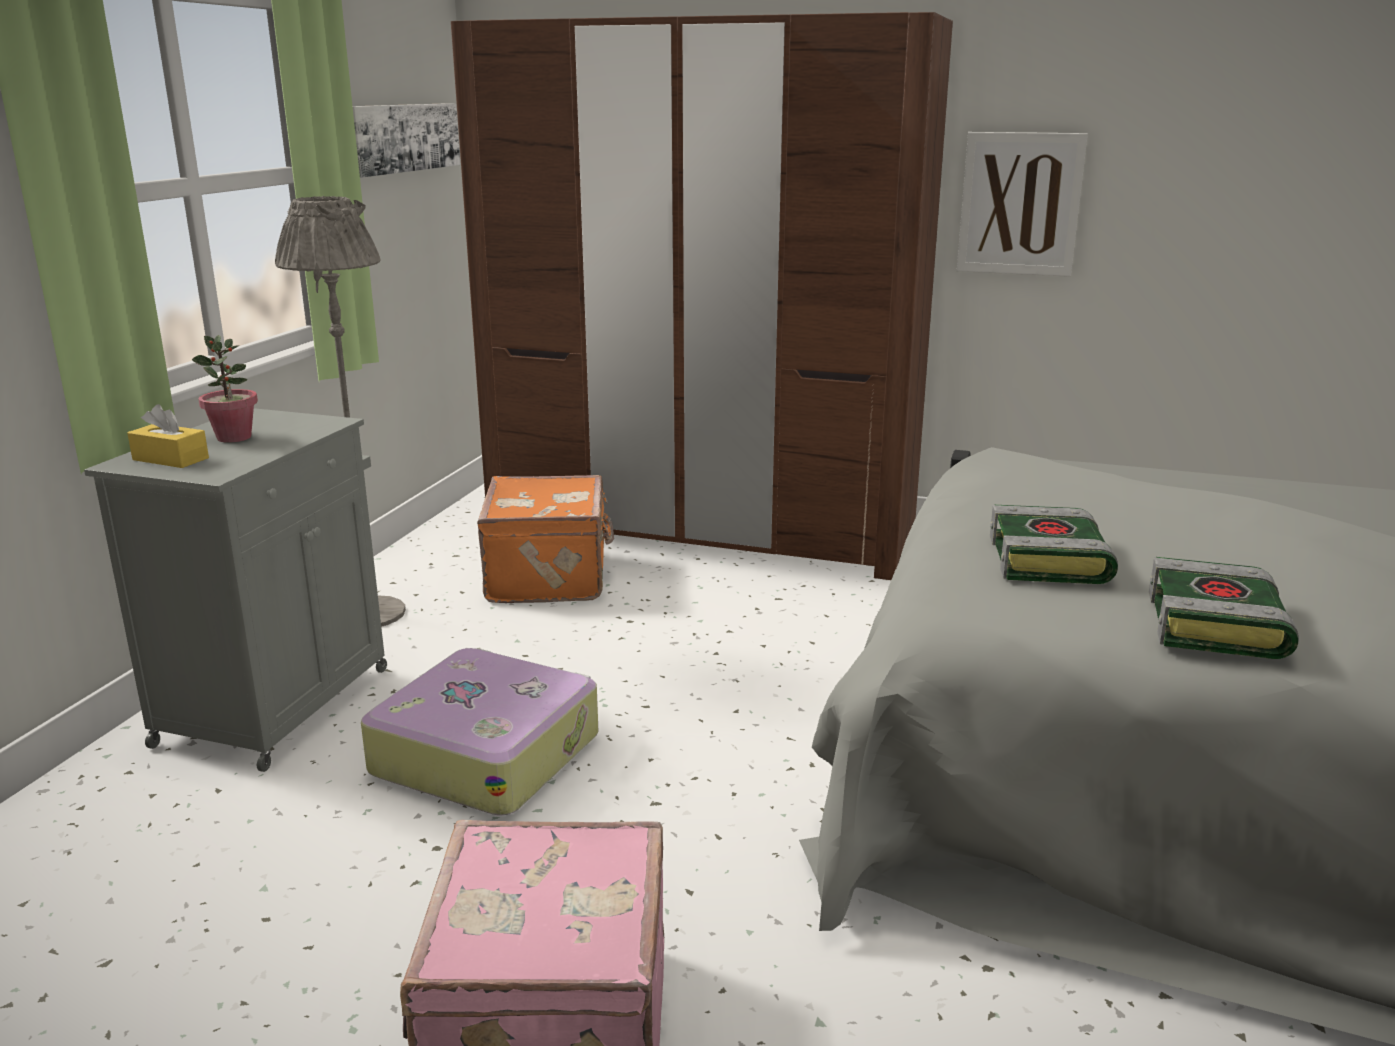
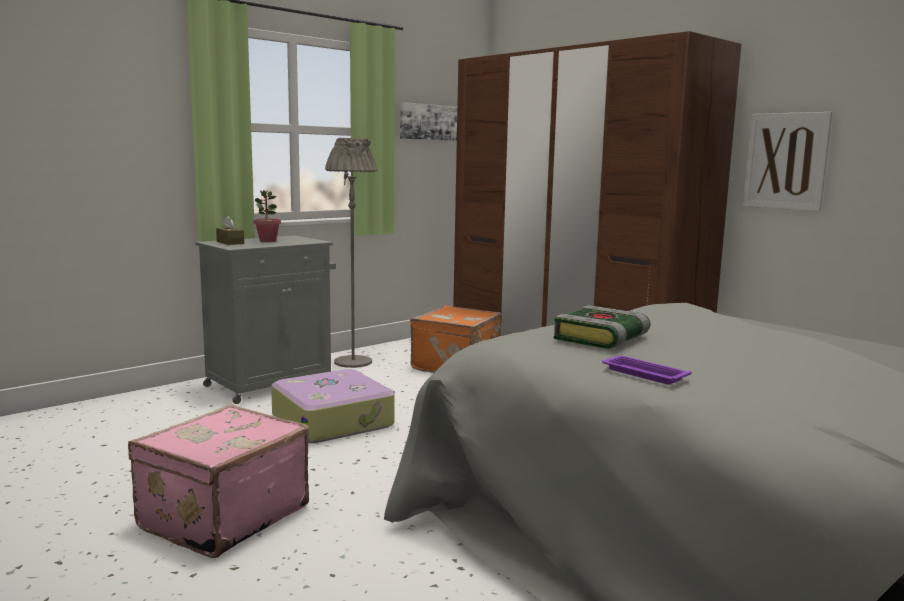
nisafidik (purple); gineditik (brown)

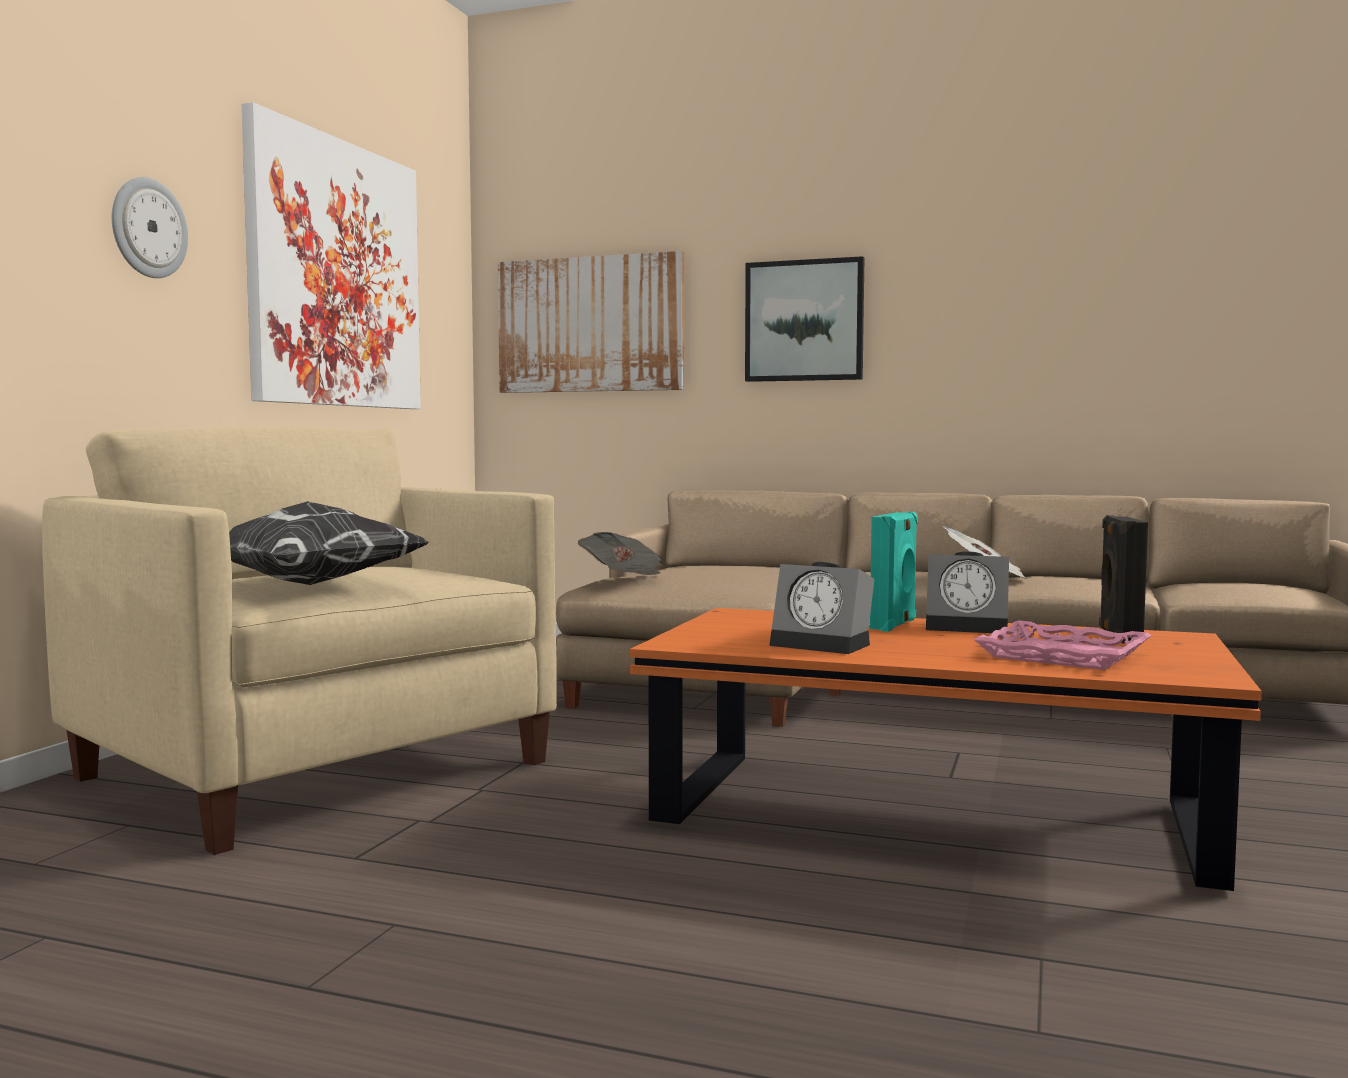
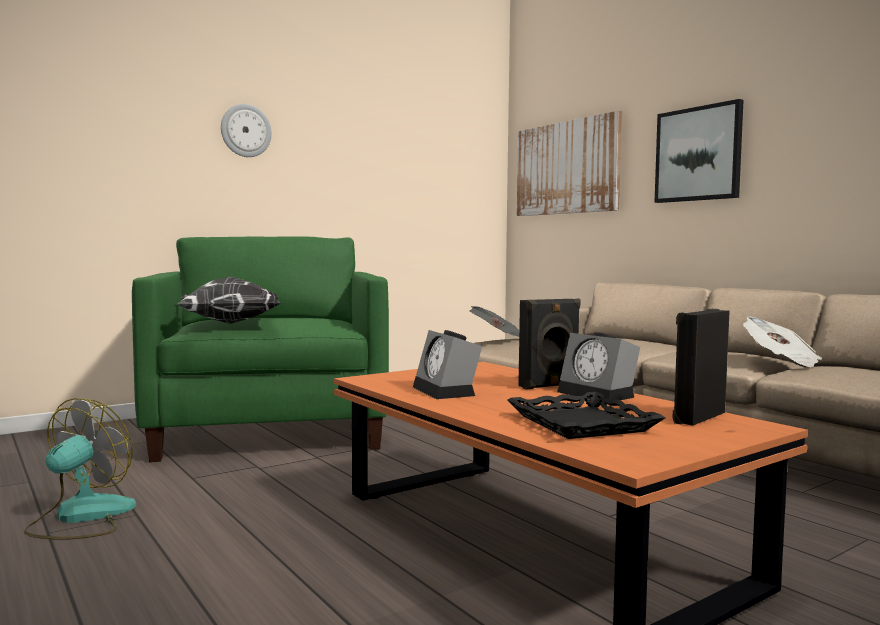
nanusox (1st from left in the first image); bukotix; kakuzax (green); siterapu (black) (1st from left); nisafidik (black)

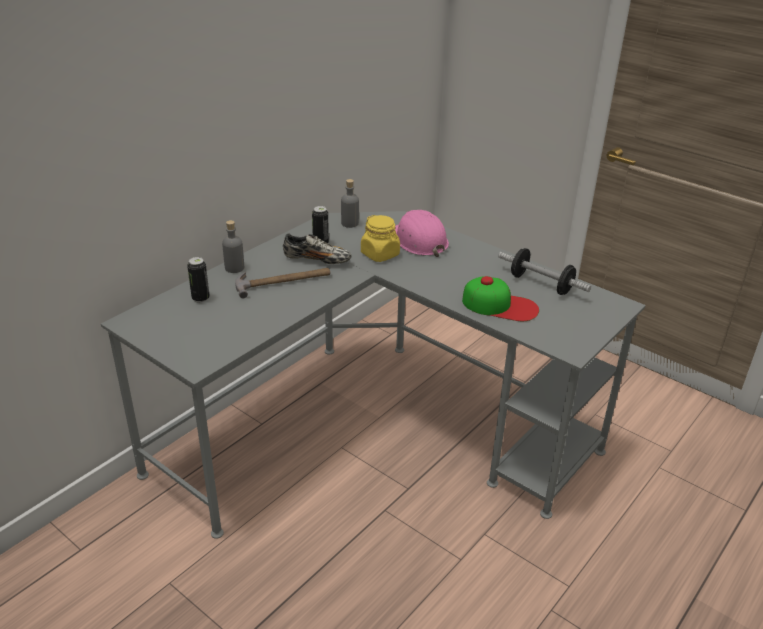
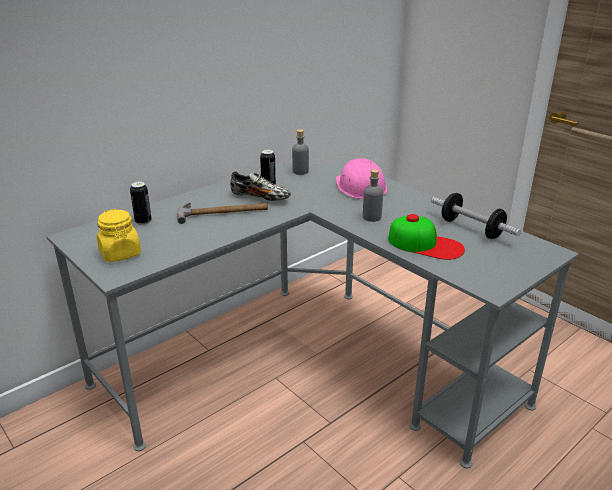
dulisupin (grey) (2nd from left); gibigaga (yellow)

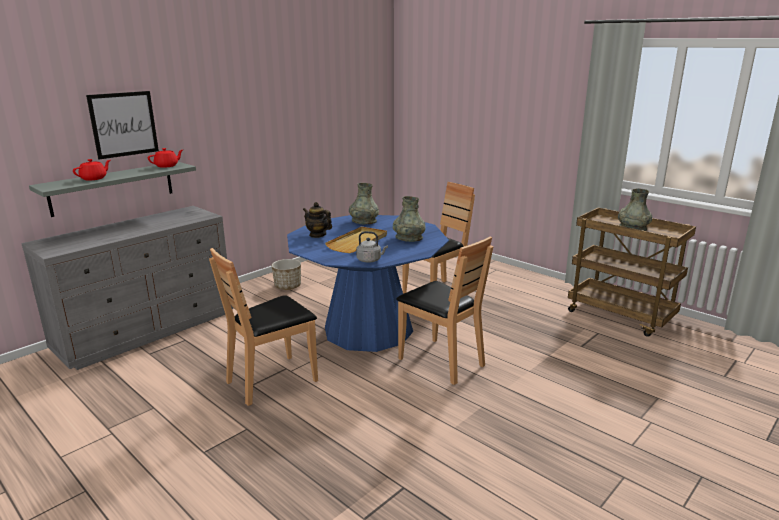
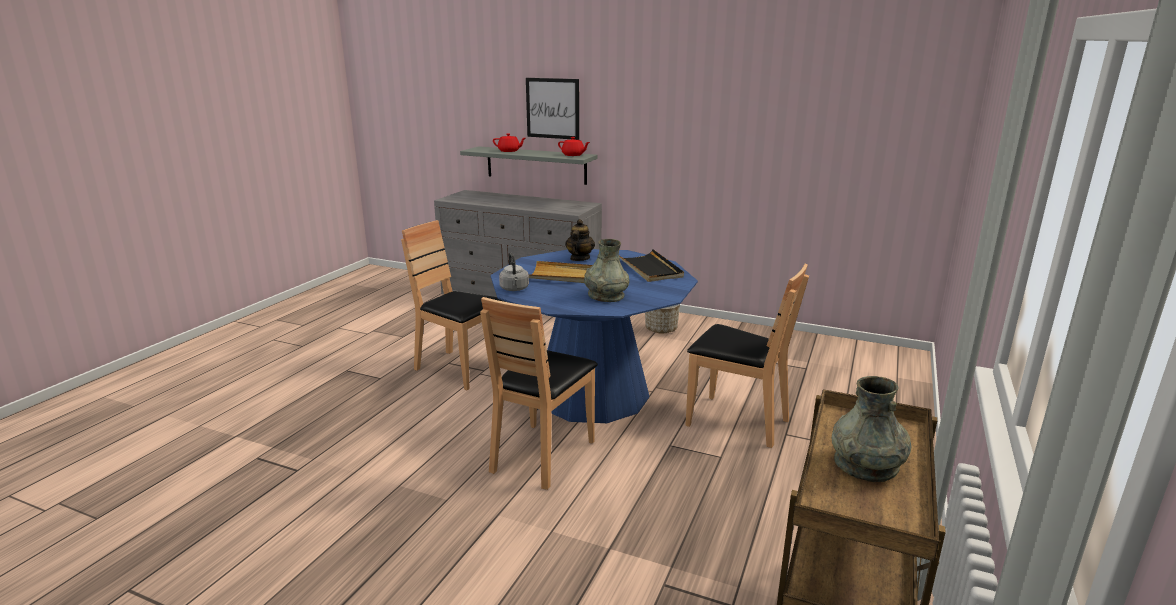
nisafidik (black)

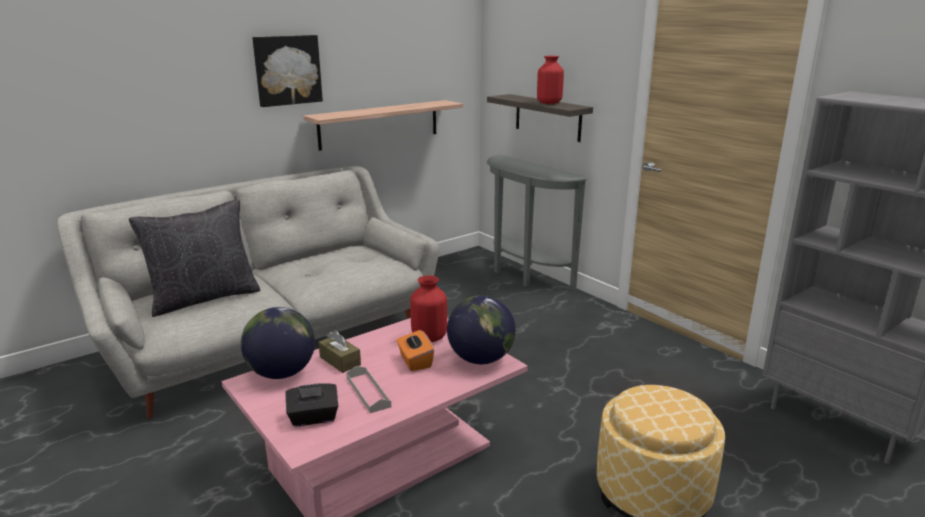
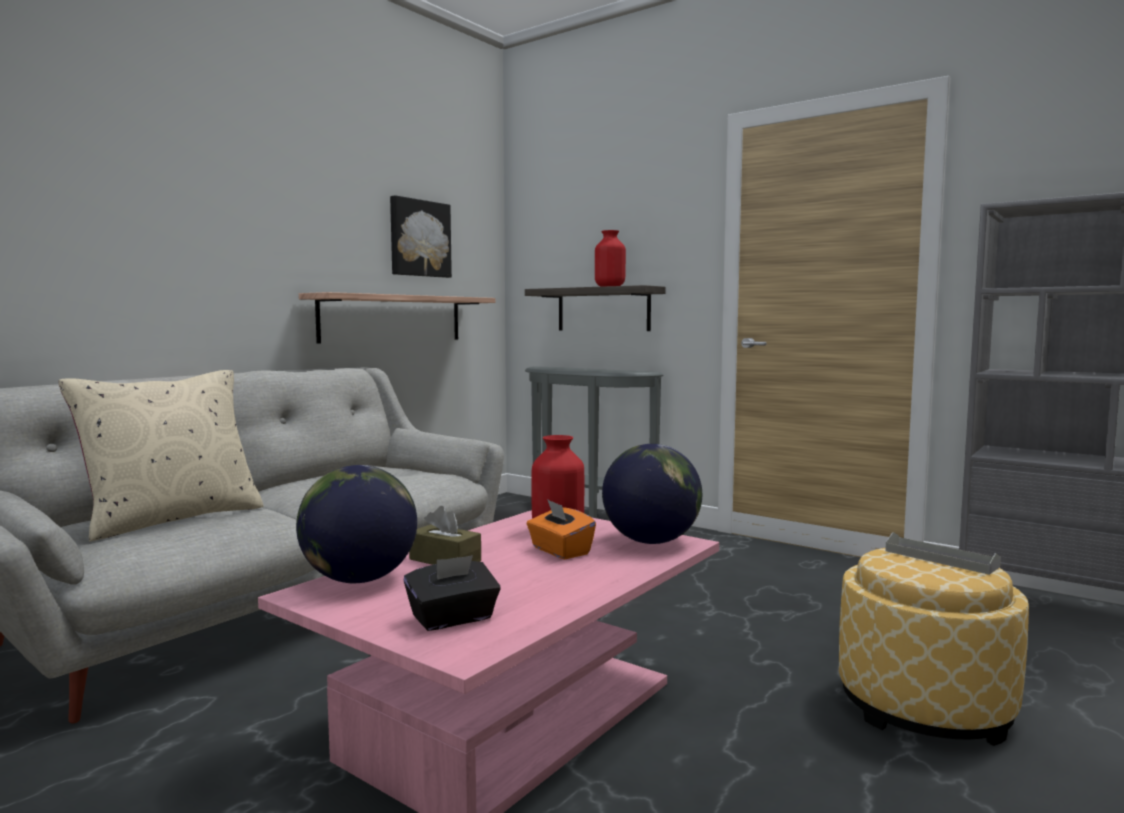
nanusox; nisafidik (grey); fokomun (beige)

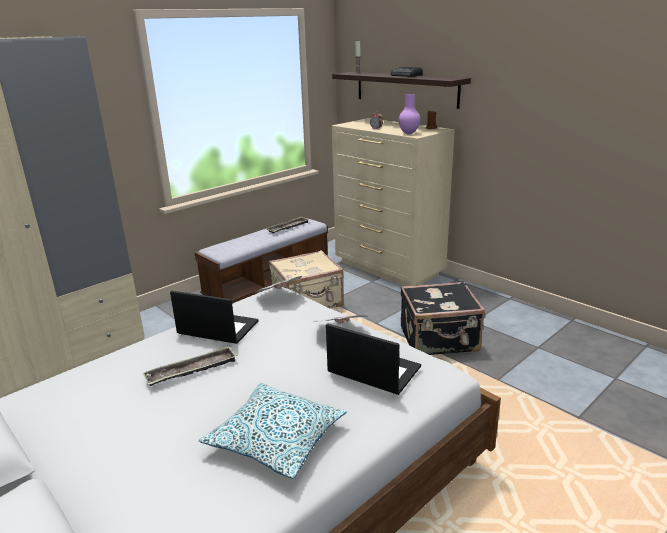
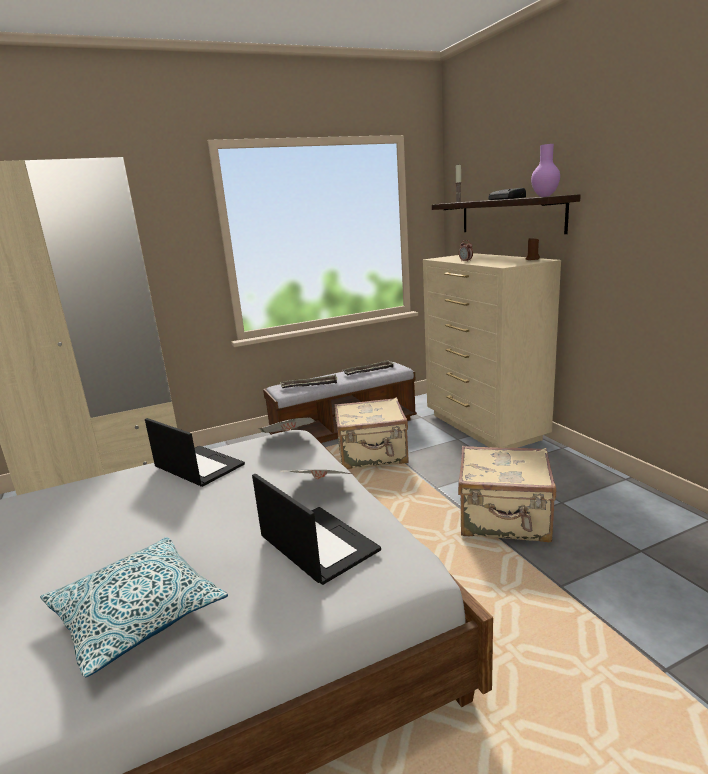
nisafidik (1st from left); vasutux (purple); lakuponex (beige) (2nd from left)

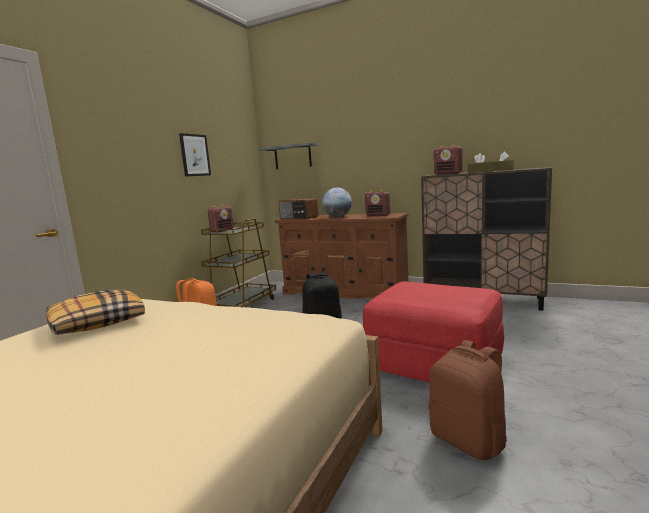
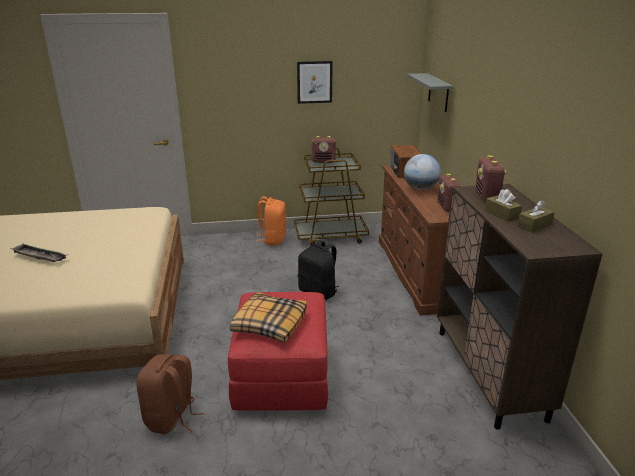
nisafidik; fokomun

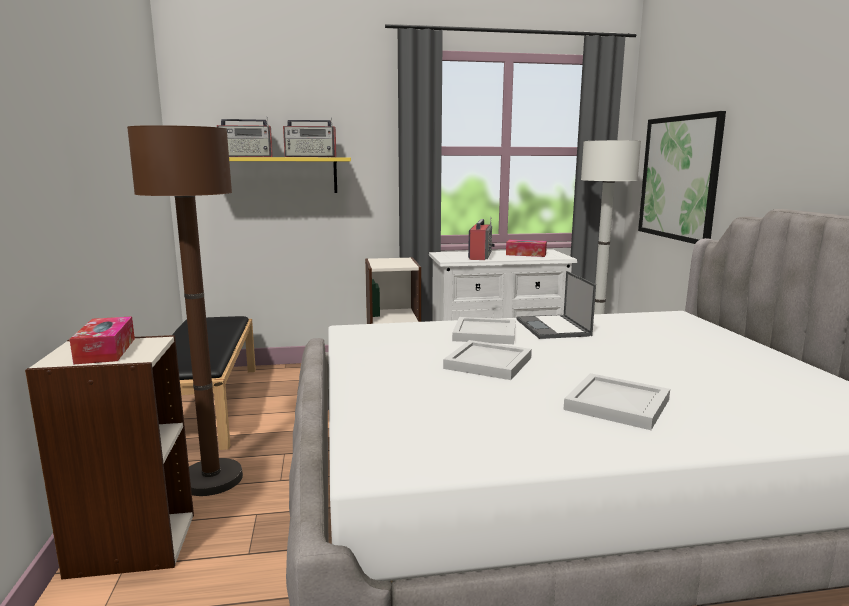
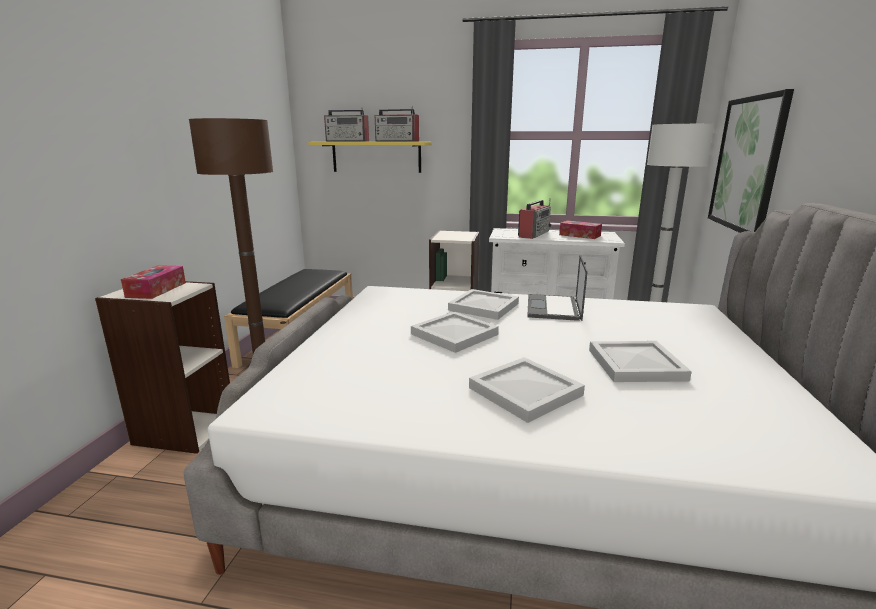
nisafidik (white) (4th from left)

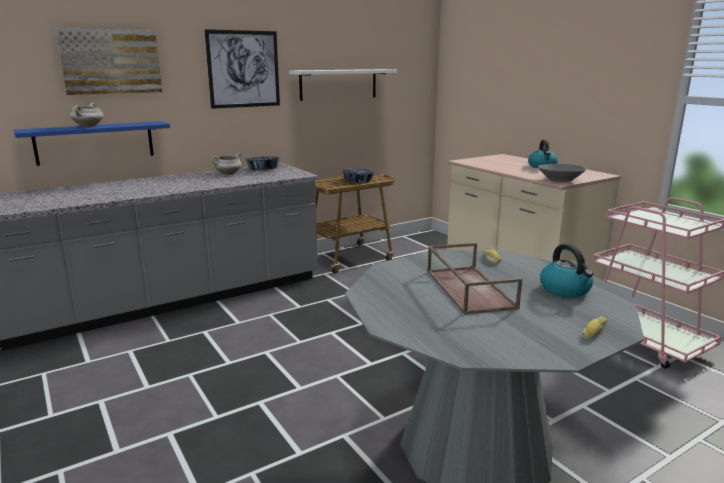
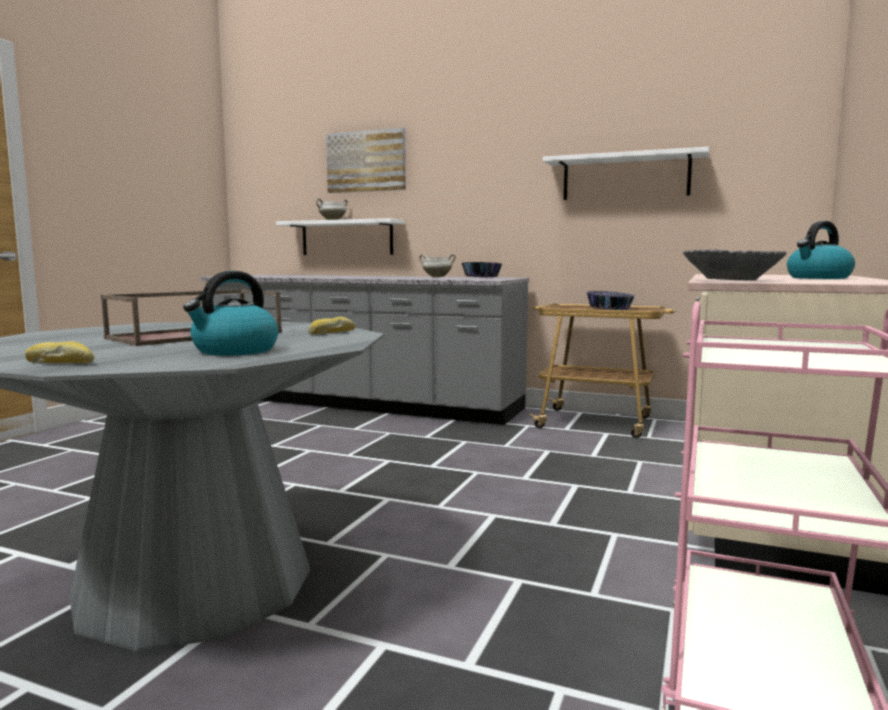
nanusox (2nd from left in the first image); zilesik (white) (1st from left)

